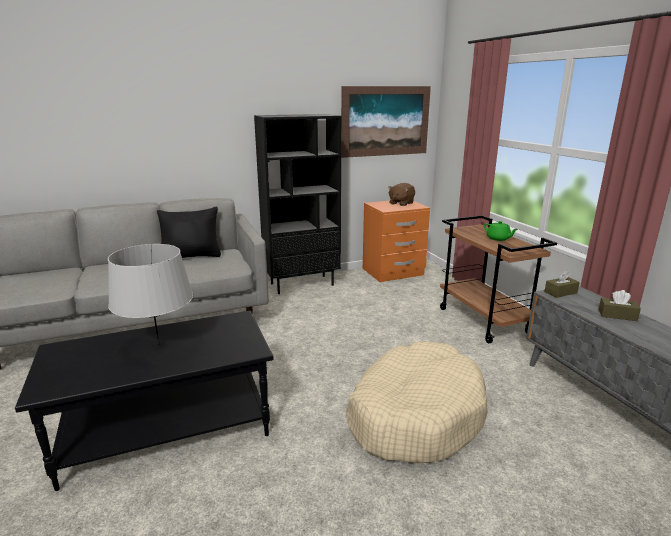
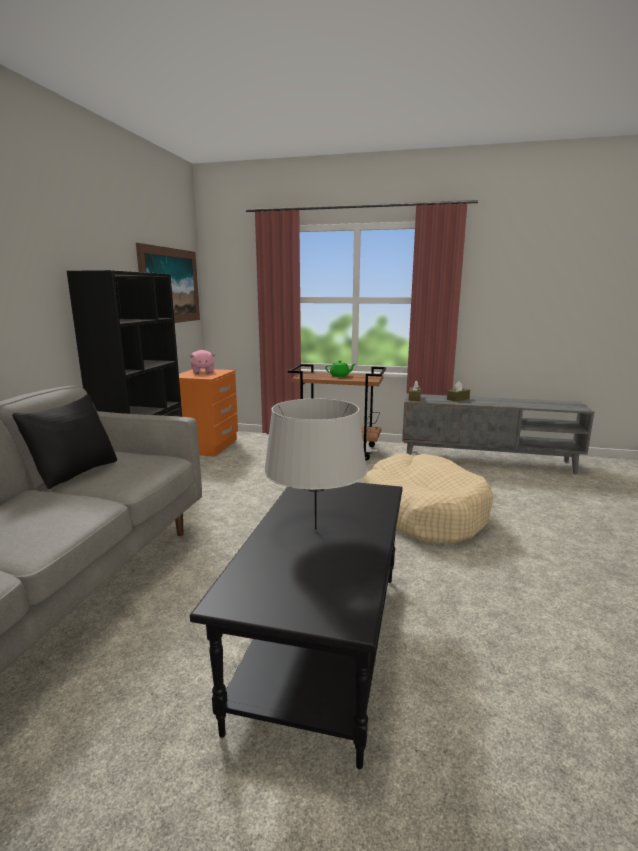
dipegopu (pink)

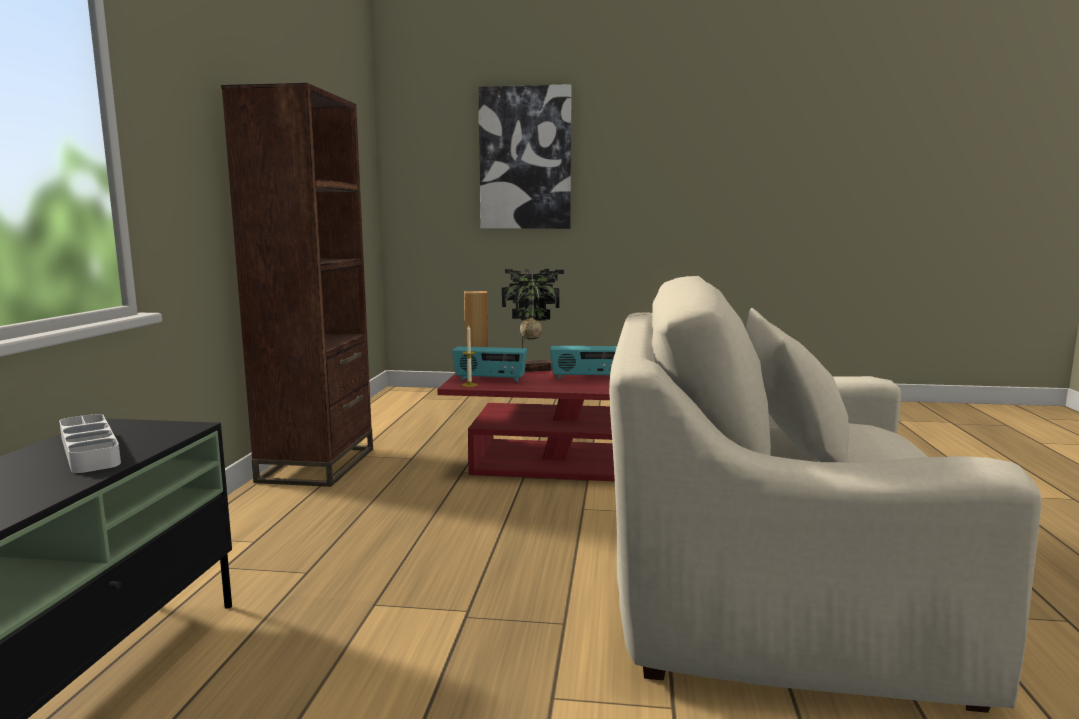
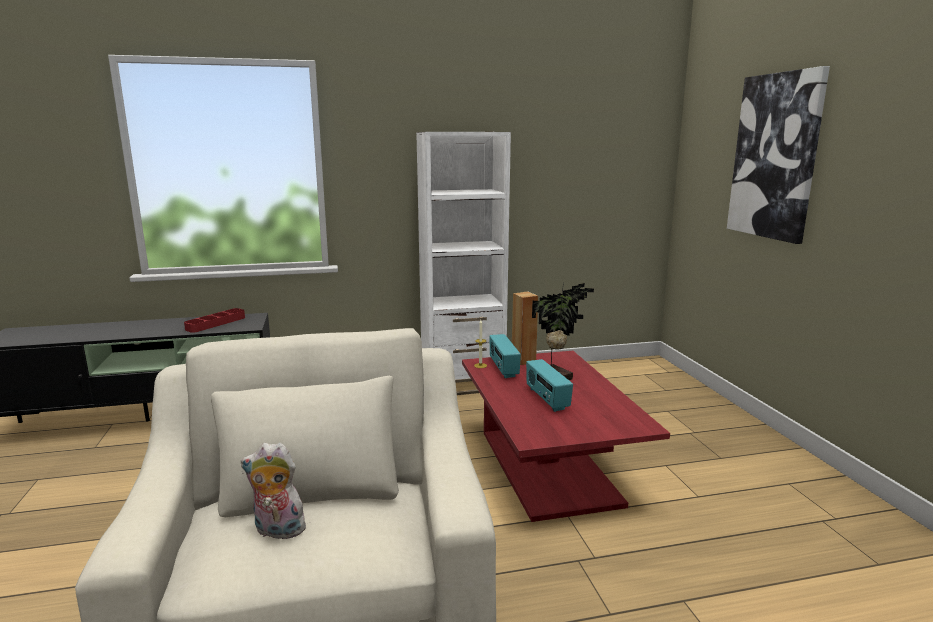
dipegopu; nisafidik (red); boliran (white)

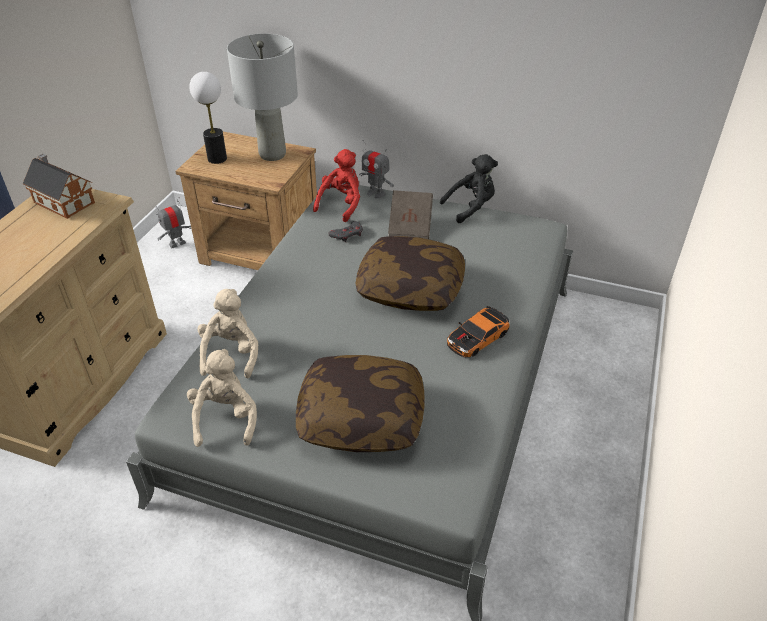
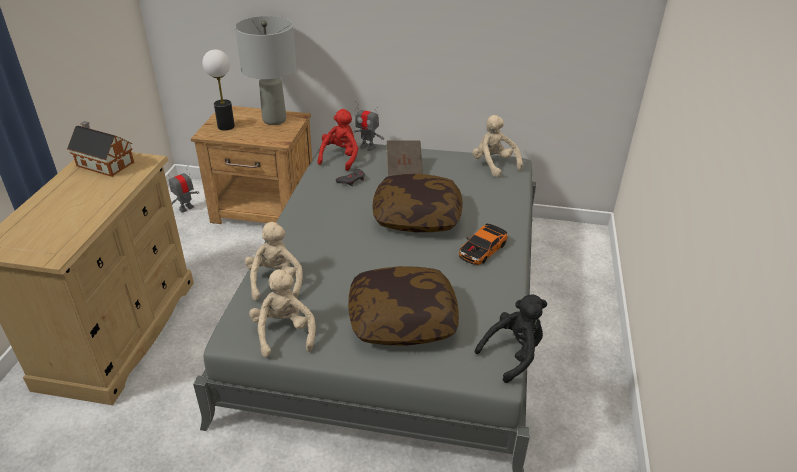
dipegopu (beige) (3rd from left); dipegopu (black)

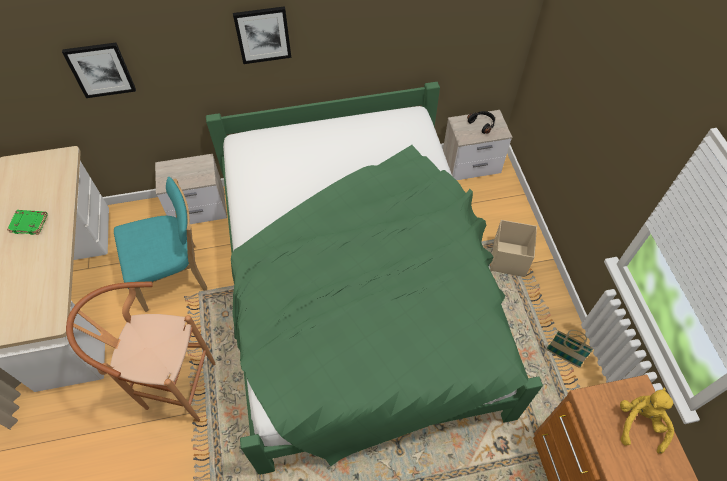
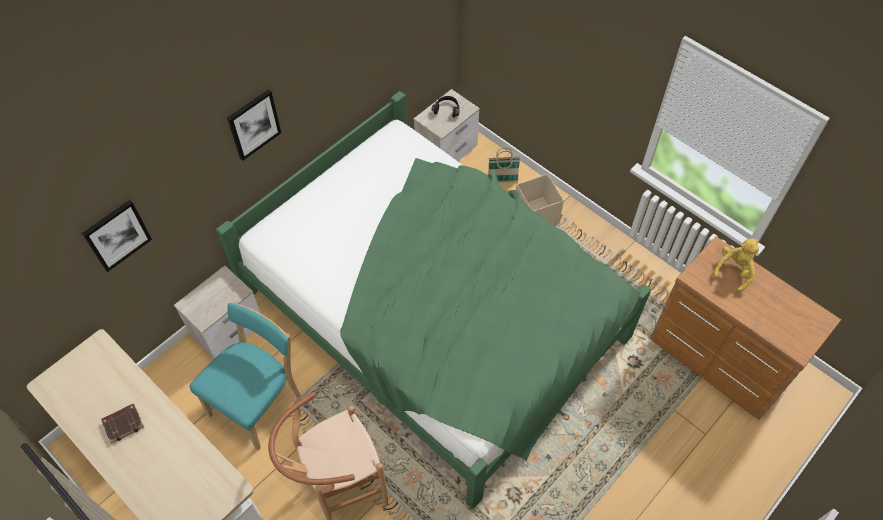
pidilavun; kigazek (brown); dipegopu (yellow)

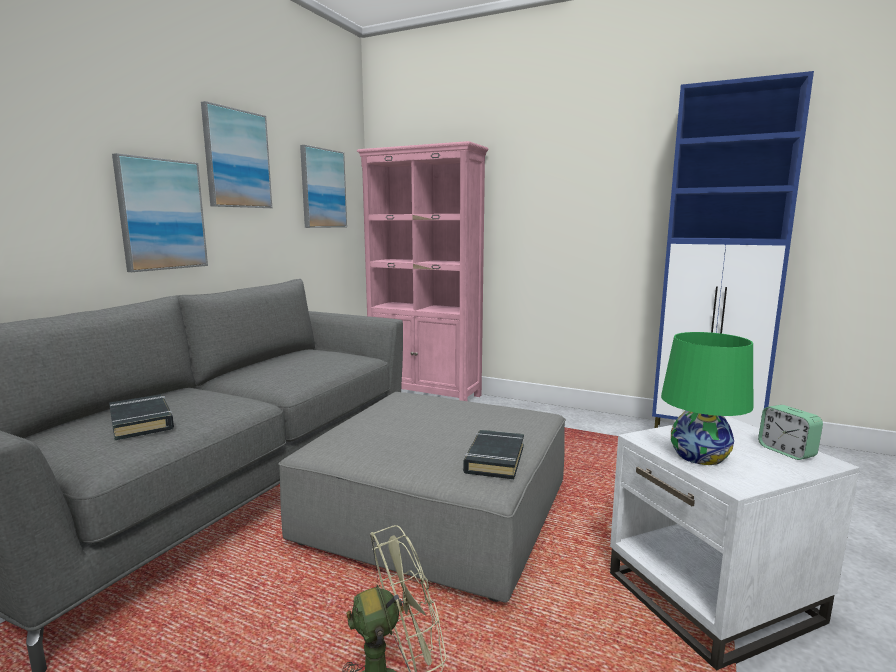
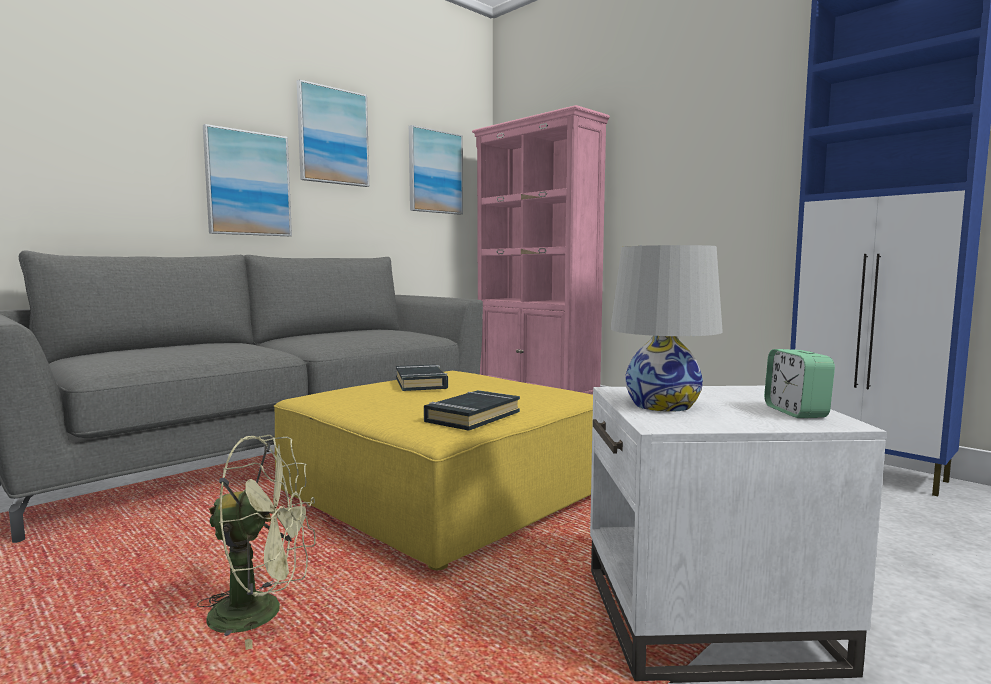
kigazek (black) (1st from left); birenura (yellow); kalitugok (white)

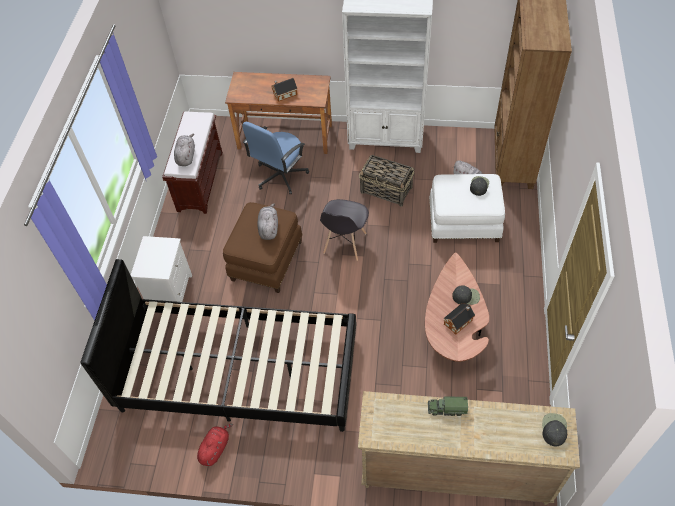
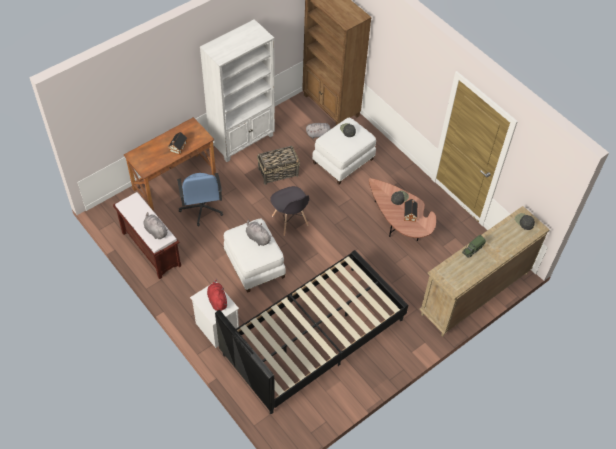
dipegopu (red); birenura (white) (1st from left)

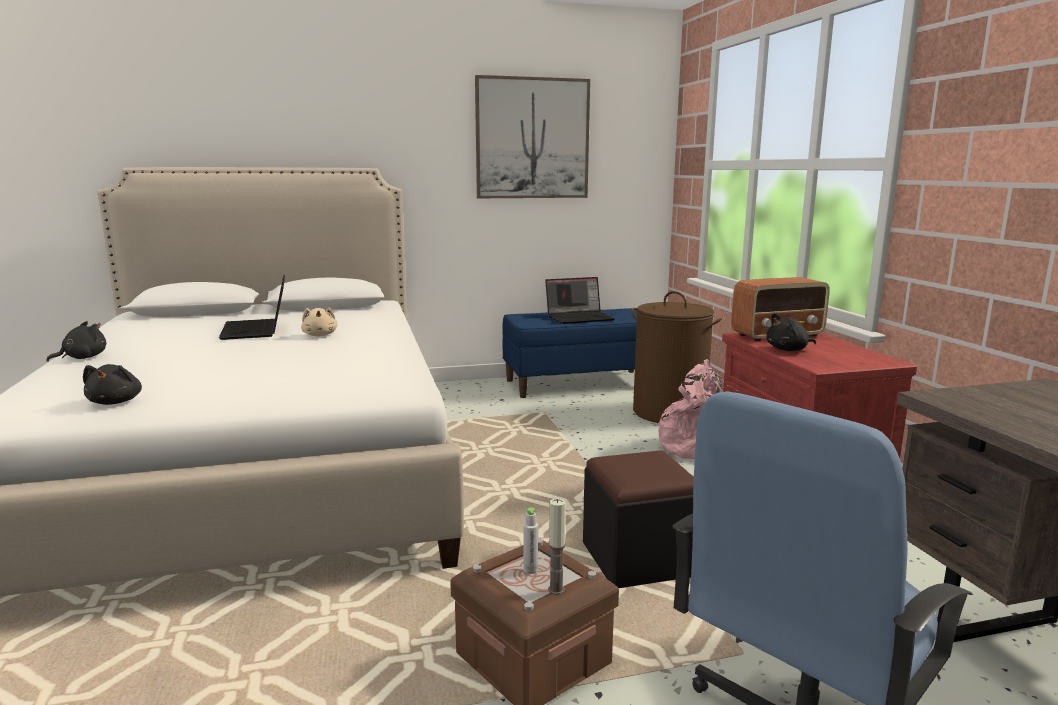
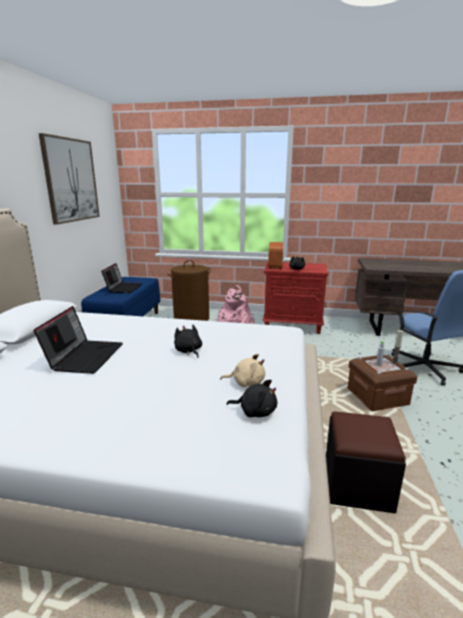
dipegopu (black) (1st from left); dipegopu (beige); birenura (black); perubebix (1st from left)

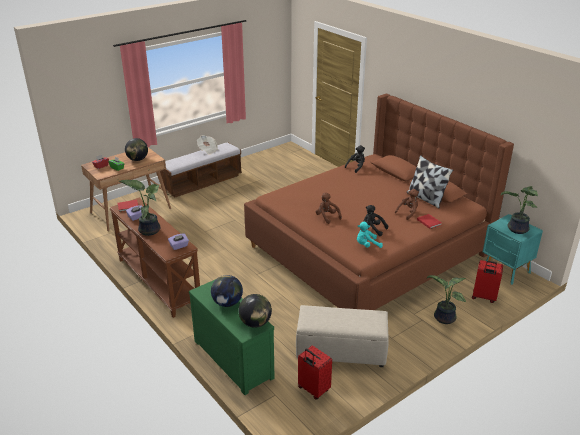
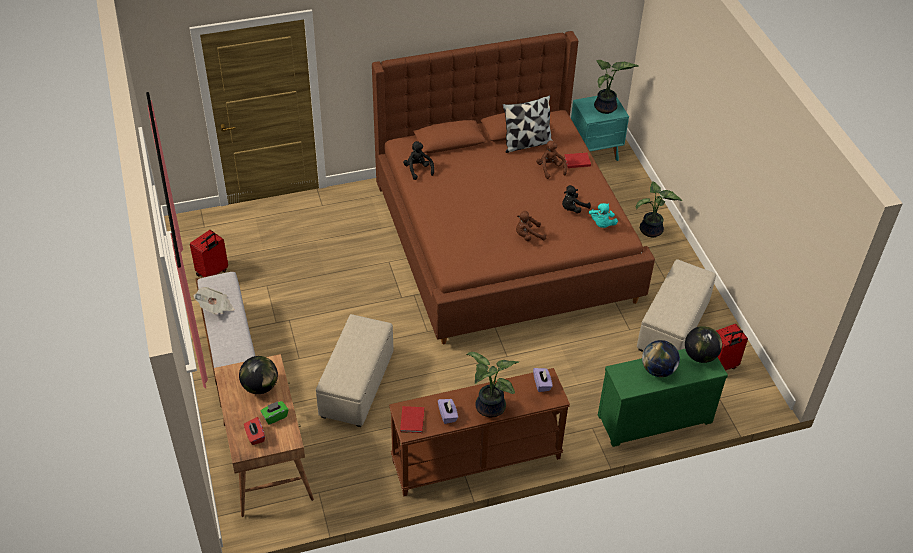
birenura (beige) (1st from left); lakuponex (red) (1st from left)

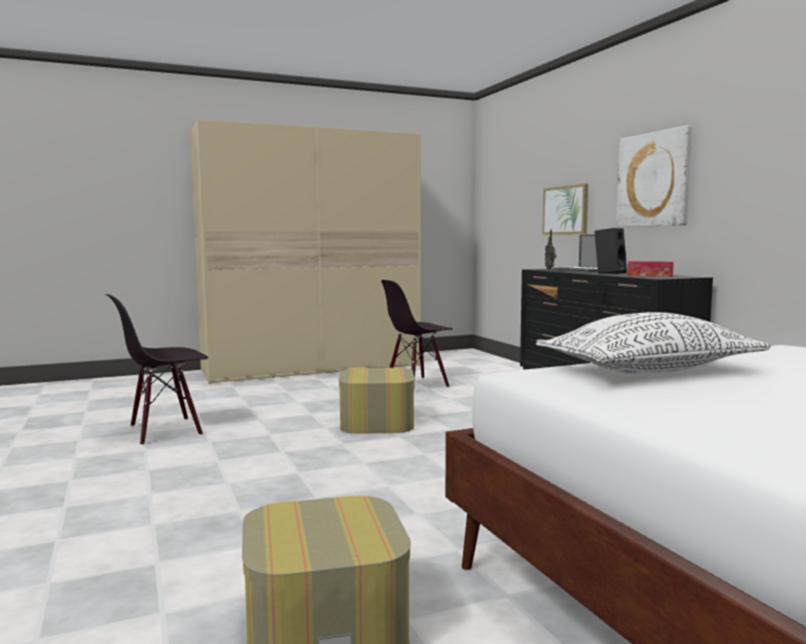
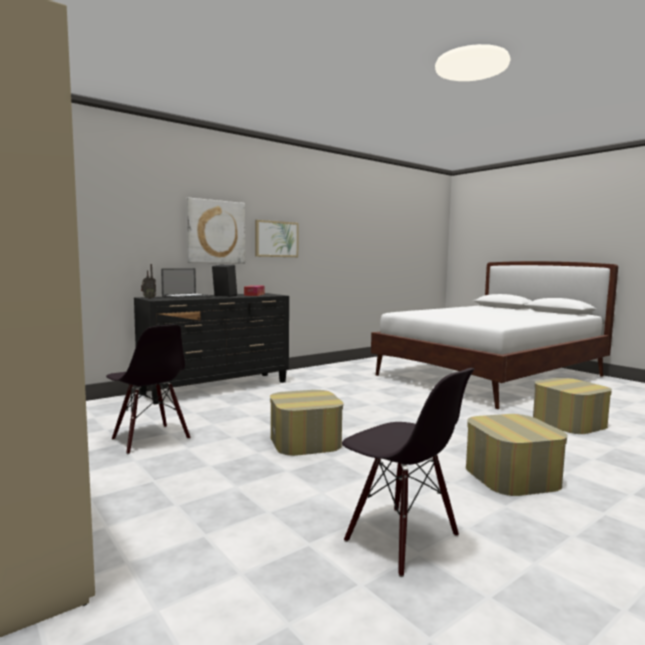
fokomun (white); birenura (2nd from left); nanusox (2nd from left)

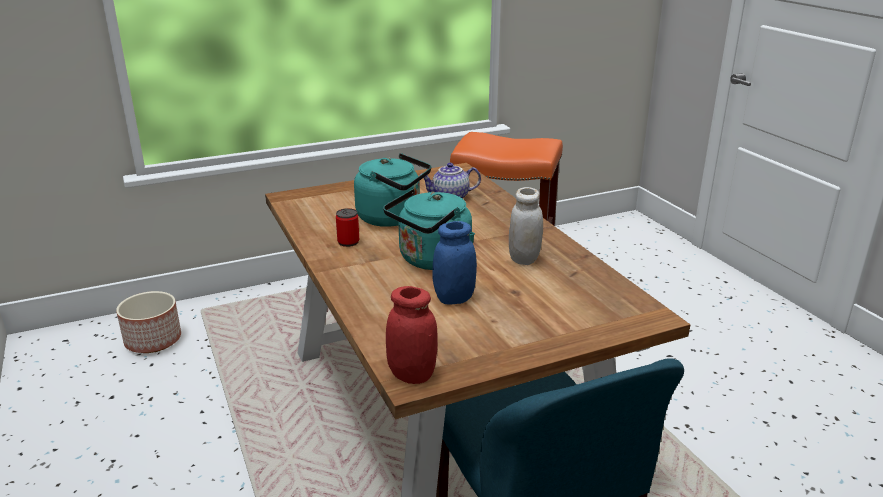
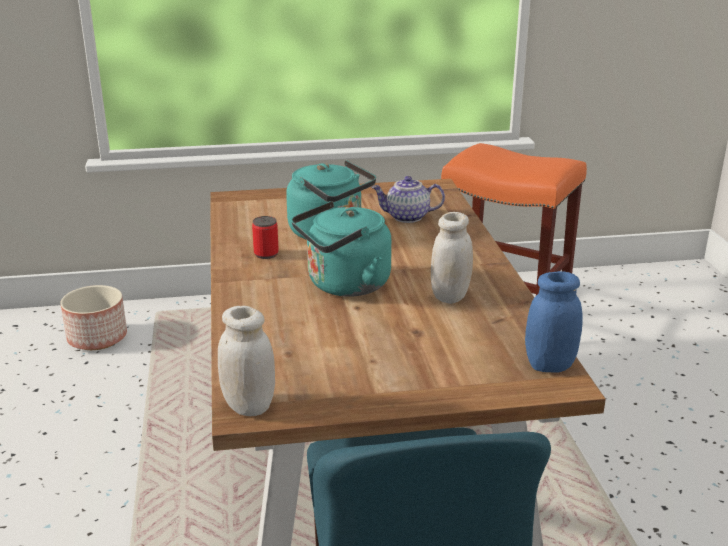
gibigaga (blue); gibigaga (white) (1st from left)

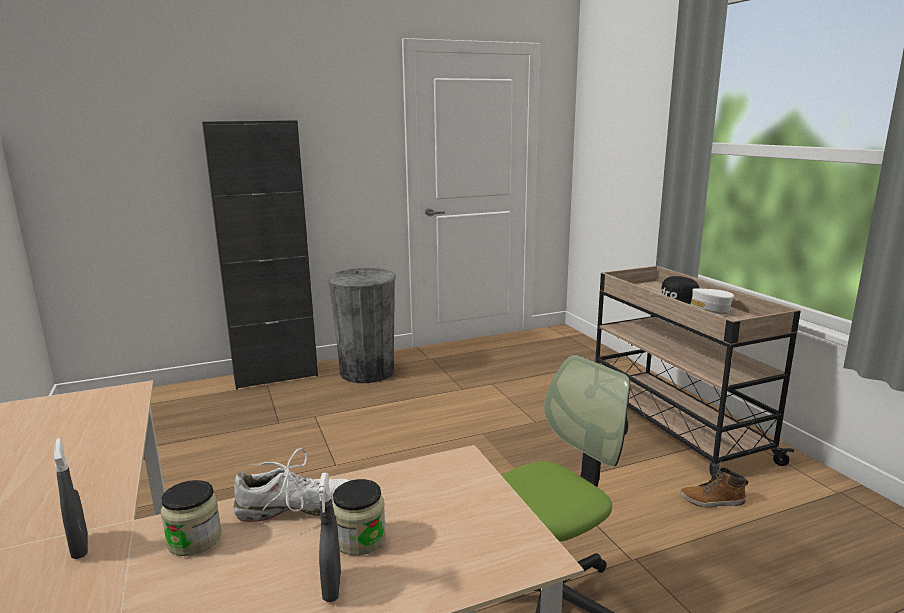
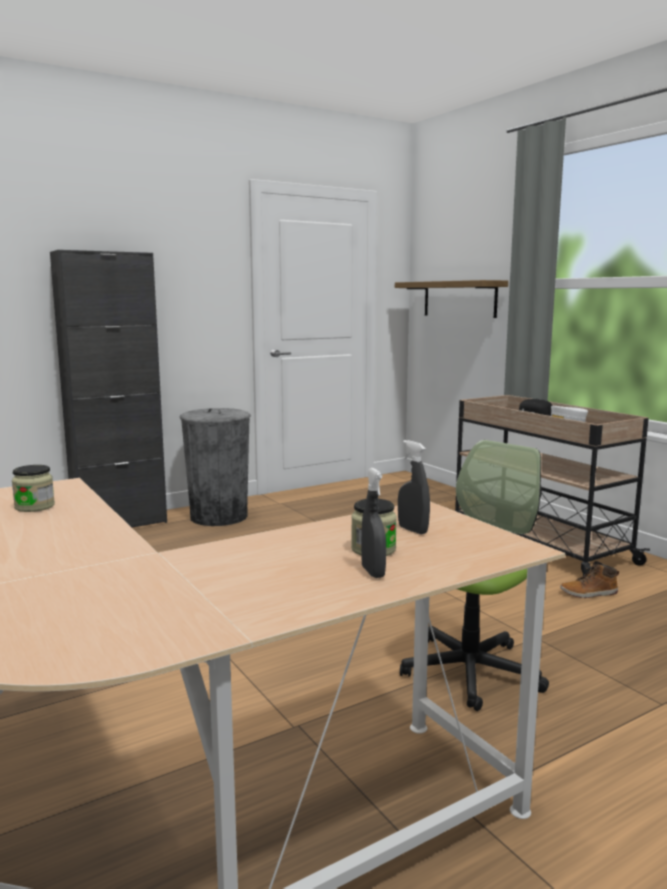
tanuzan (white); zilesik; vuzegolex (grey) (2nd from left); gibigaga (1st from left)

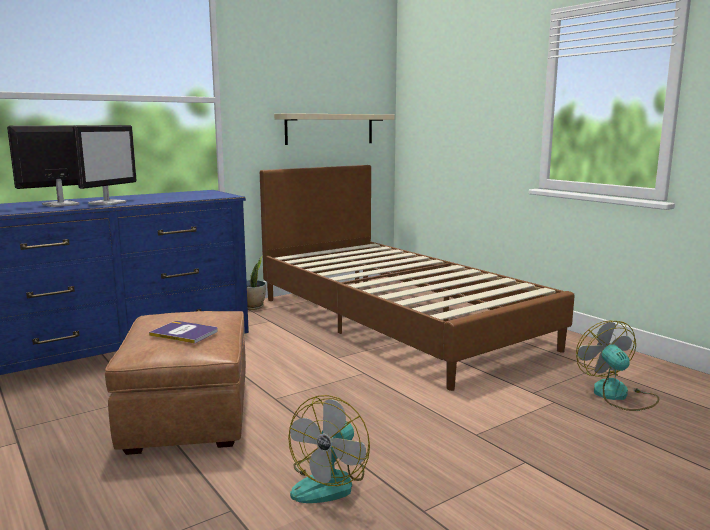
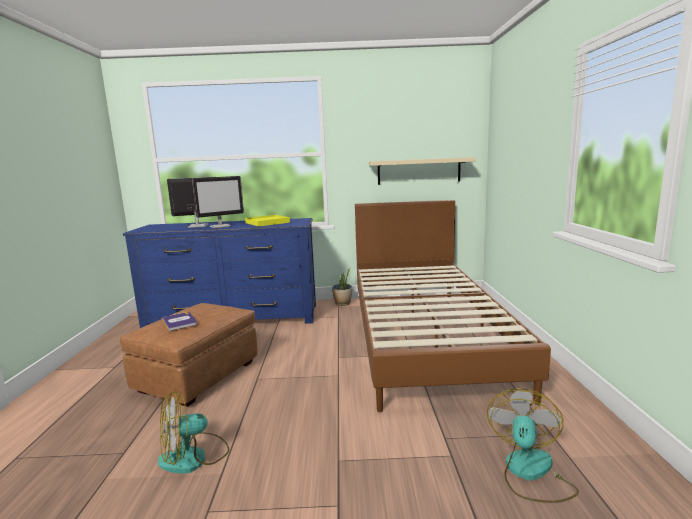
nisafidik (yellow)

